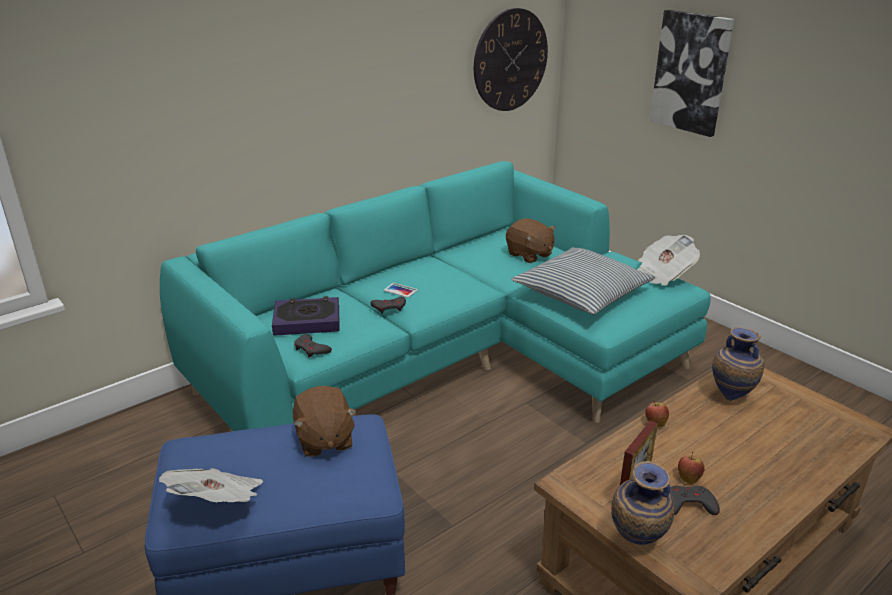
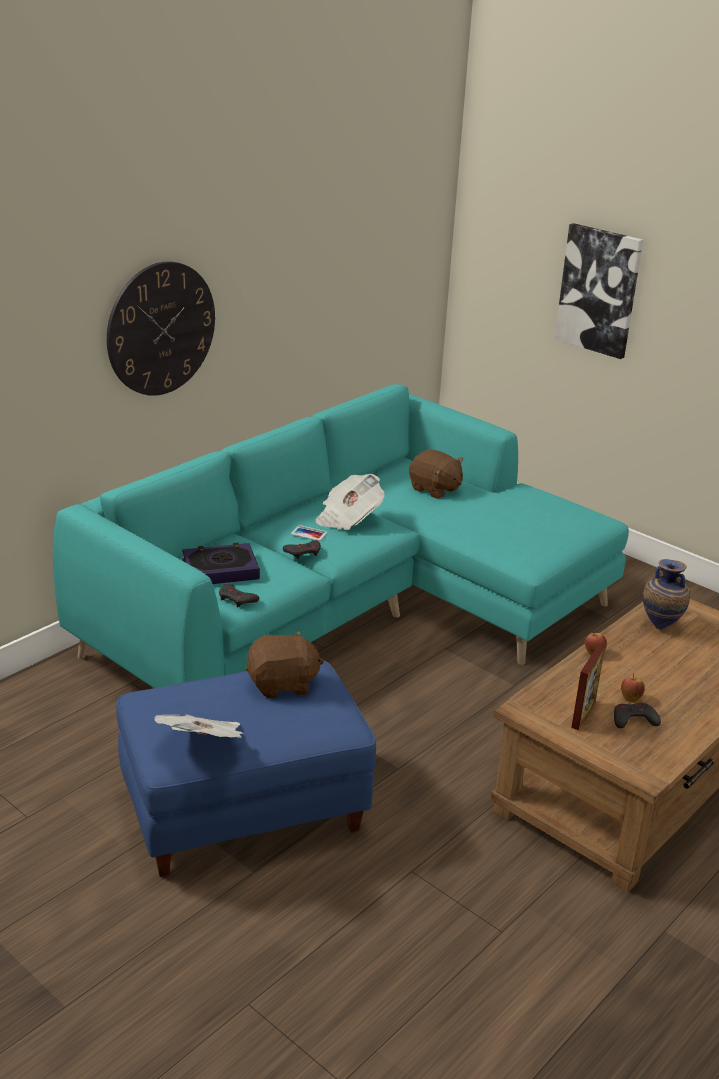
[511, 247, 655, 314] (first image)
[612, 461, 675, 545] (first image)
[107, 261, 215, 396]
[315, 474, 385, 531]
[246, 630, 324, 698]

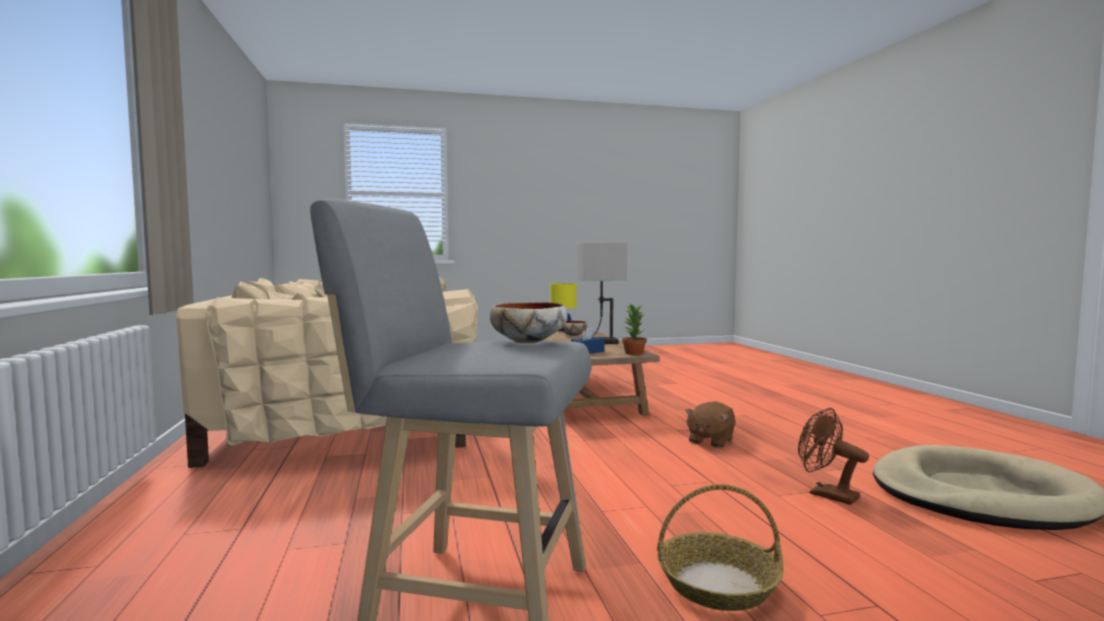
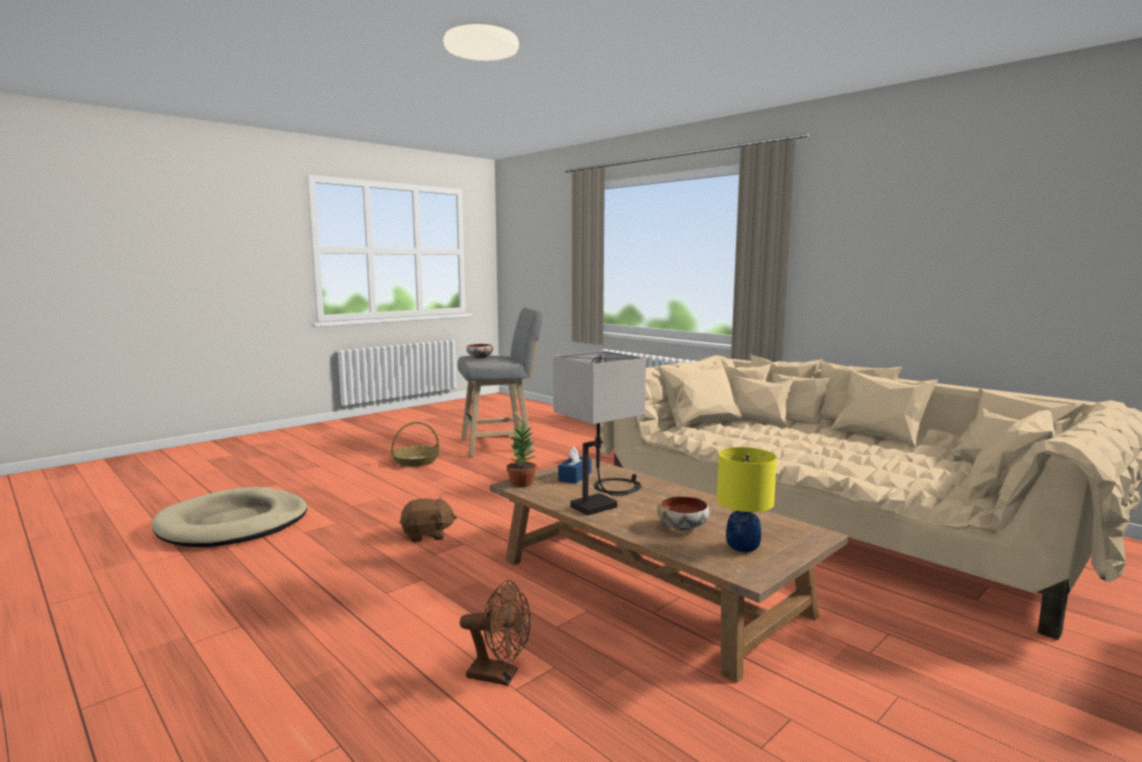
[460, 580, 531, 686]
[400, 497, 457, 542]

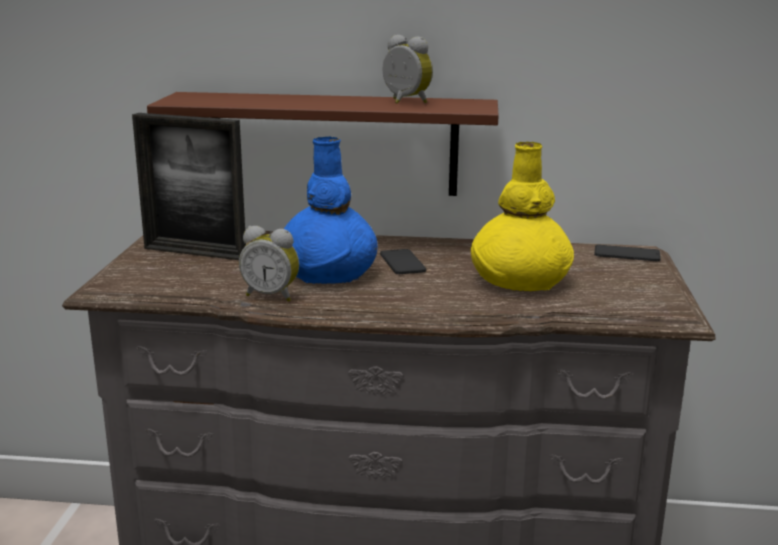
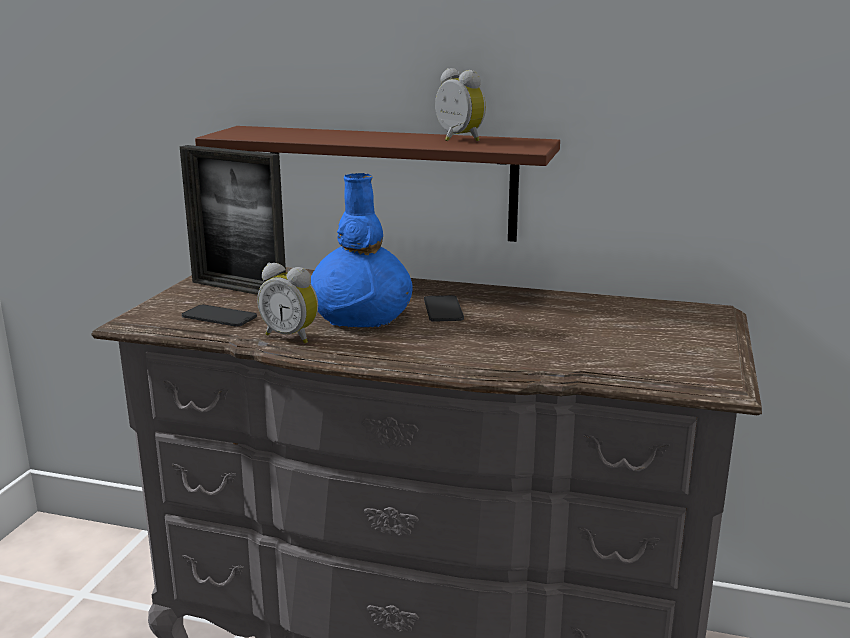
[471, 142, 574, 291] (first image)
[182, 305, 257, 327]

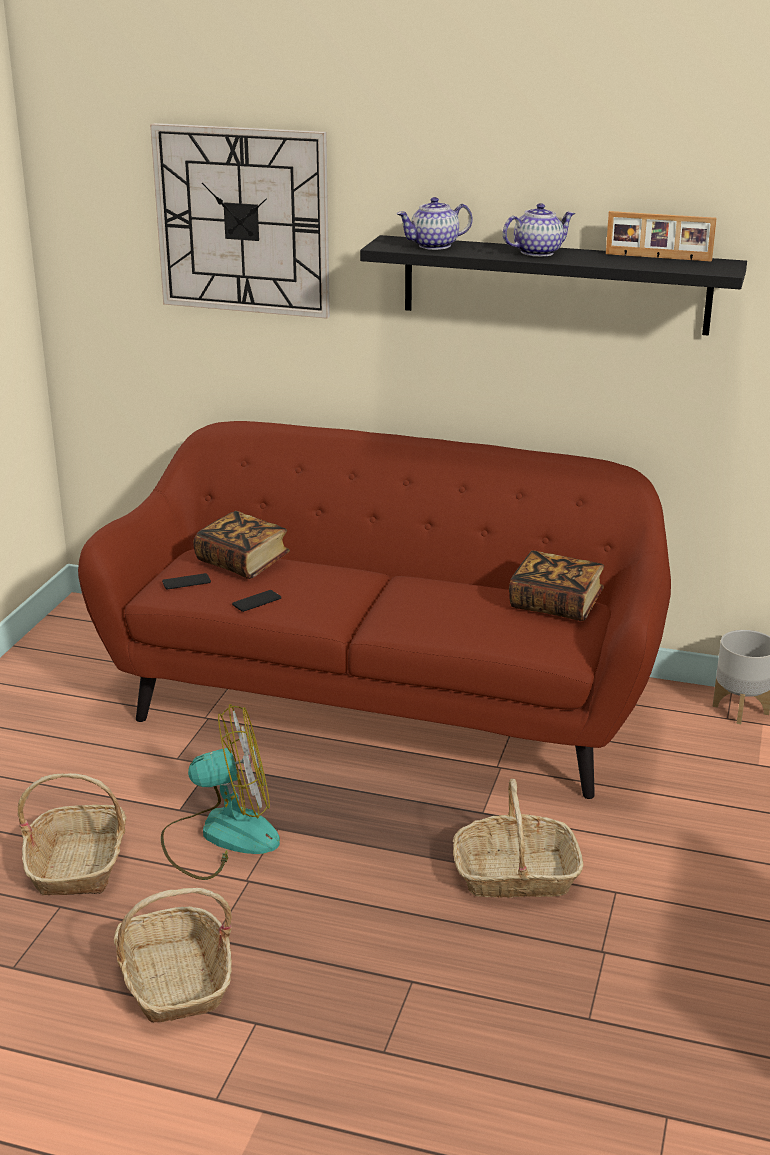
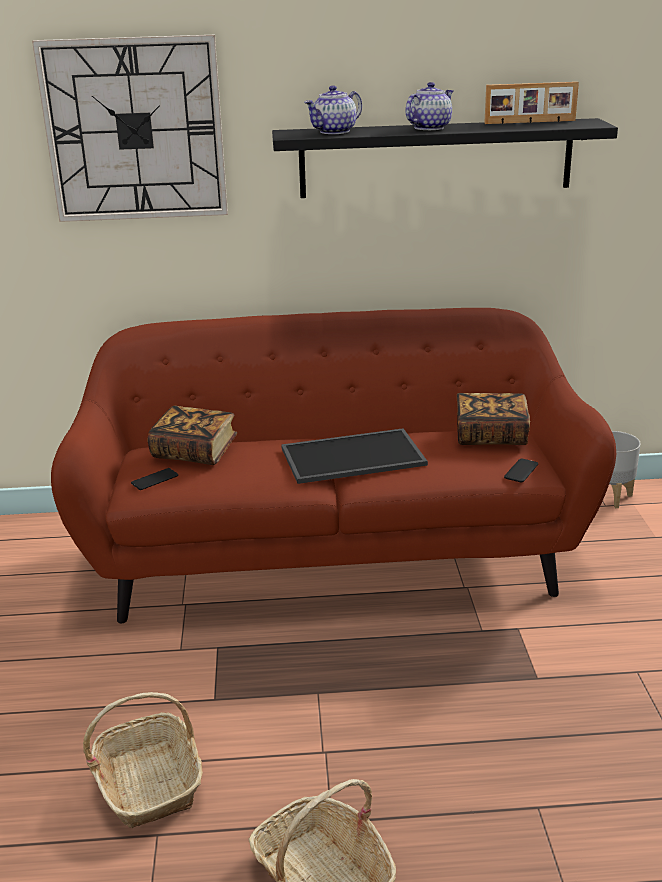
[161, 704, 280, 880] (first image)
[453, 779, 583, 898] (first image)
[281, 428, 428, 484]
[504, 458, 538, 483]

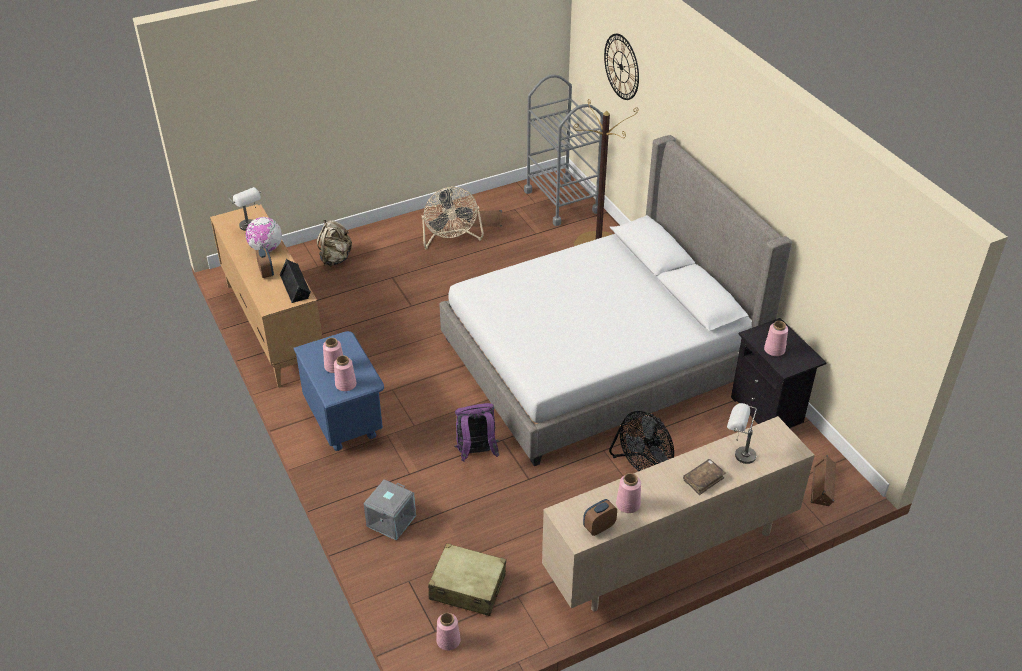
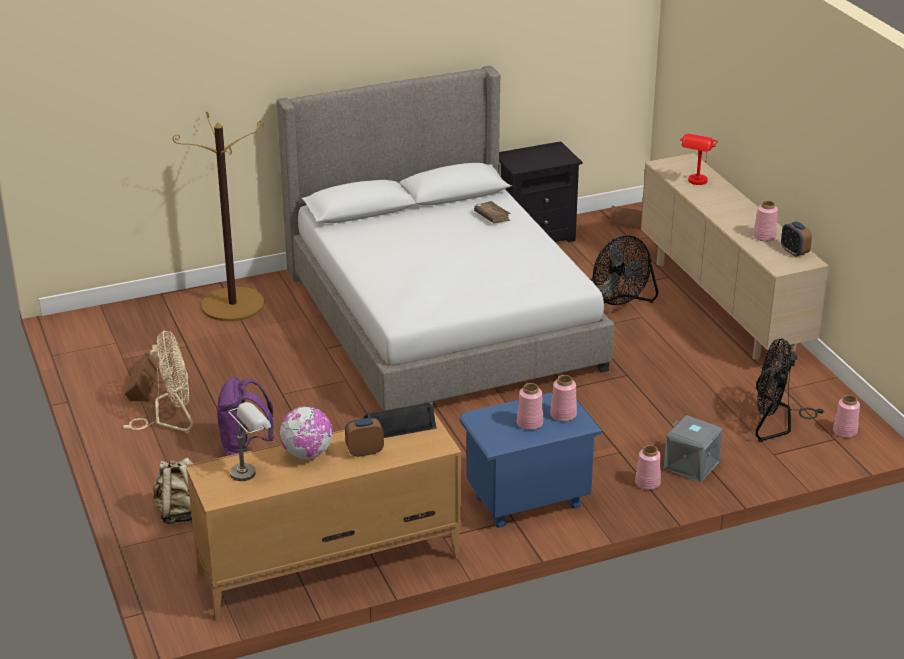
[524, 74, 603, 226] (first image)
[604, 34, 639, 100] (first image)
[217, 377, 274, 455]
[474, 201, 511, 224]
[635, 445, 661, 490]
[756, 338, 825, 442]
[680, 134, 718, 185]

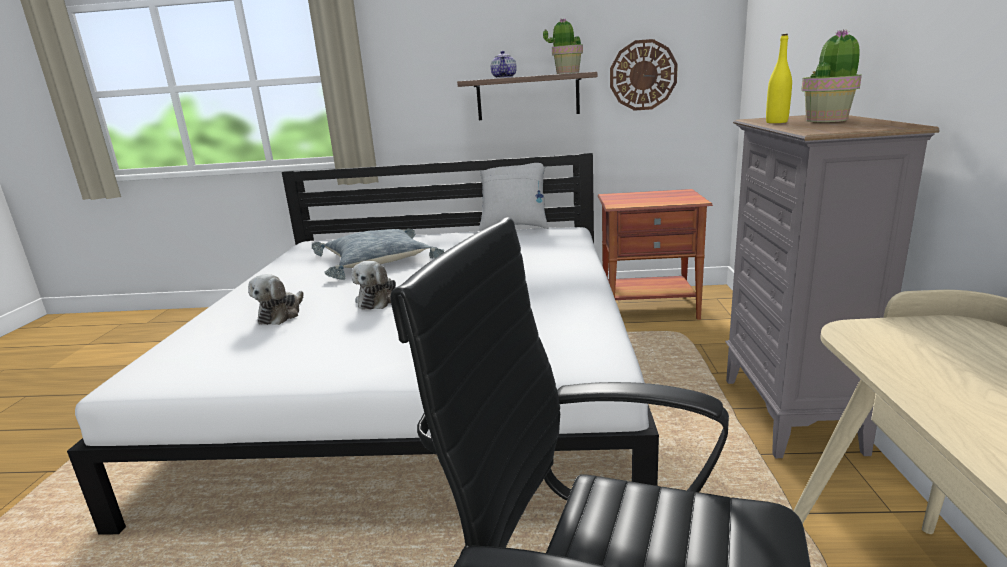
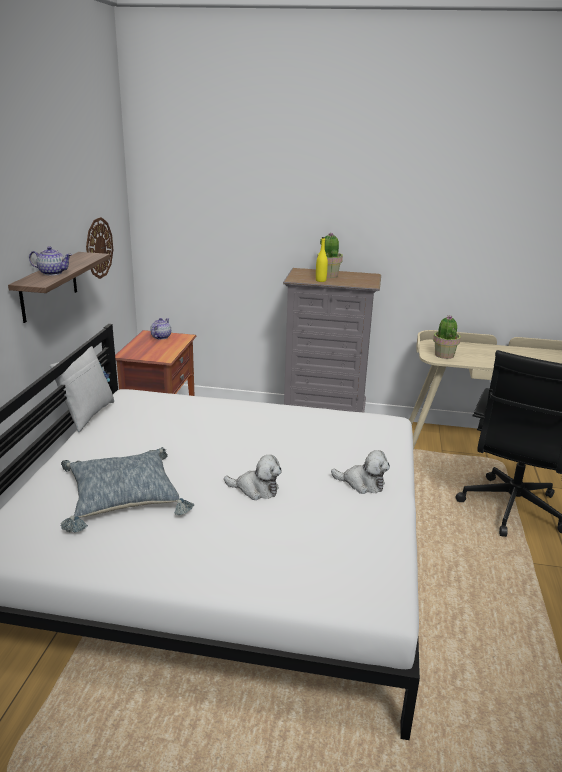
[150, 318, 171, 340]
[331, 450, 390, 494]
[433, 315, 461, 359]

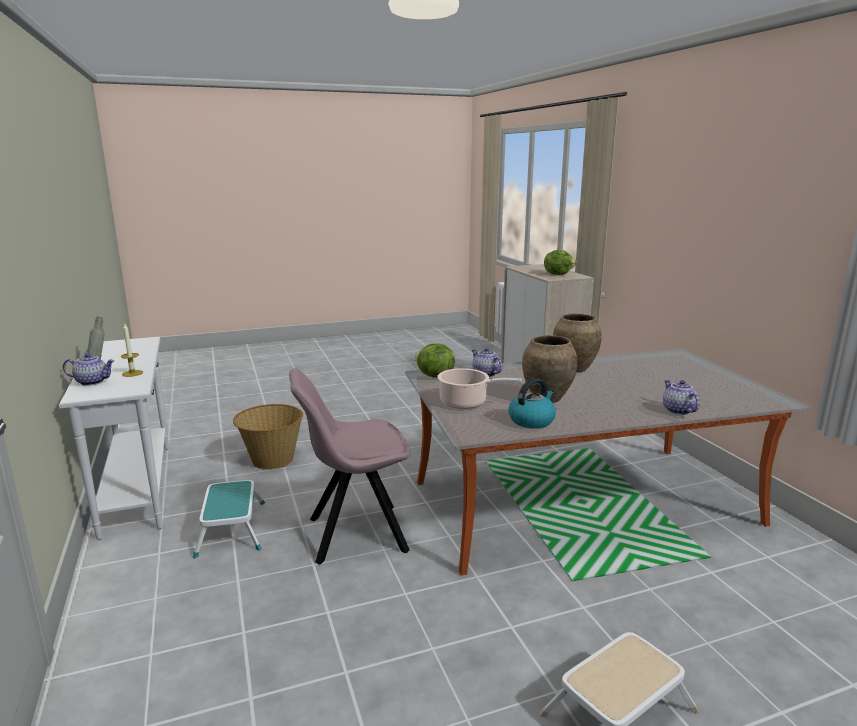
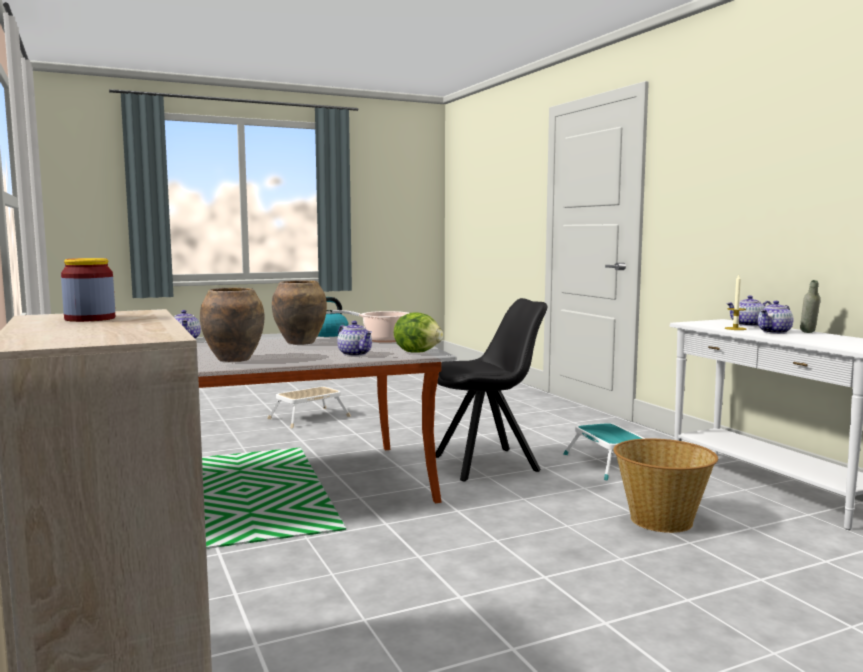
[758, 301, 793, 334]
[61, 258, 115, 322]
[435, 298, 547, 481]

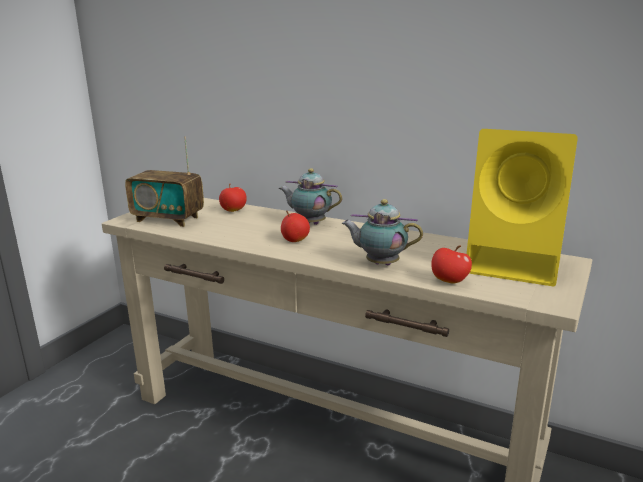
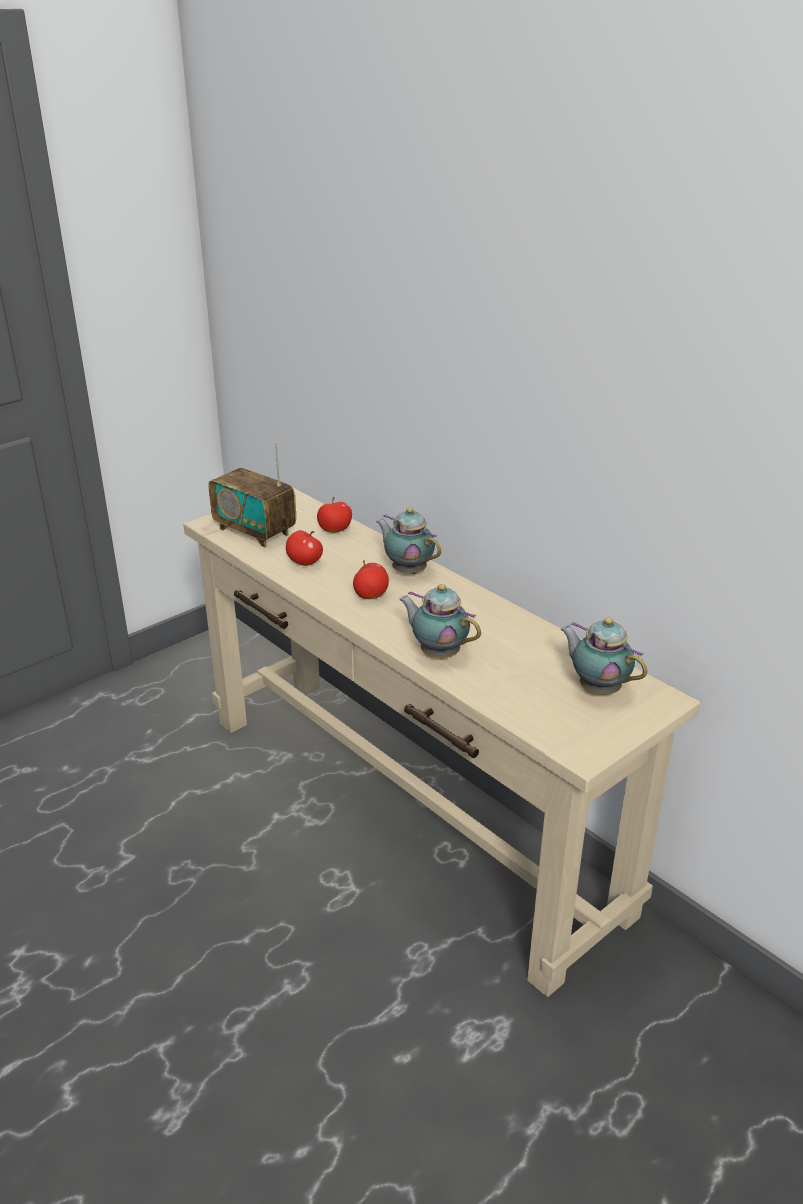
[286, 530, 323, 566]
[561, 618, 647, 695]

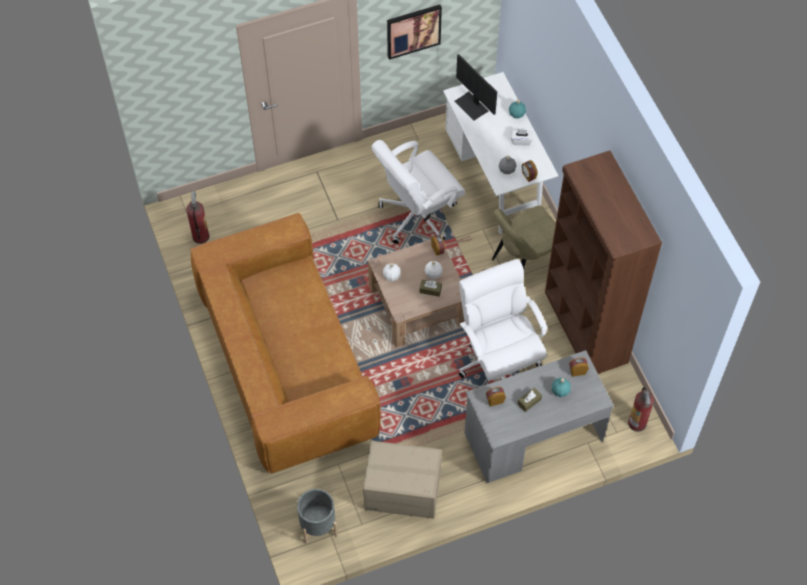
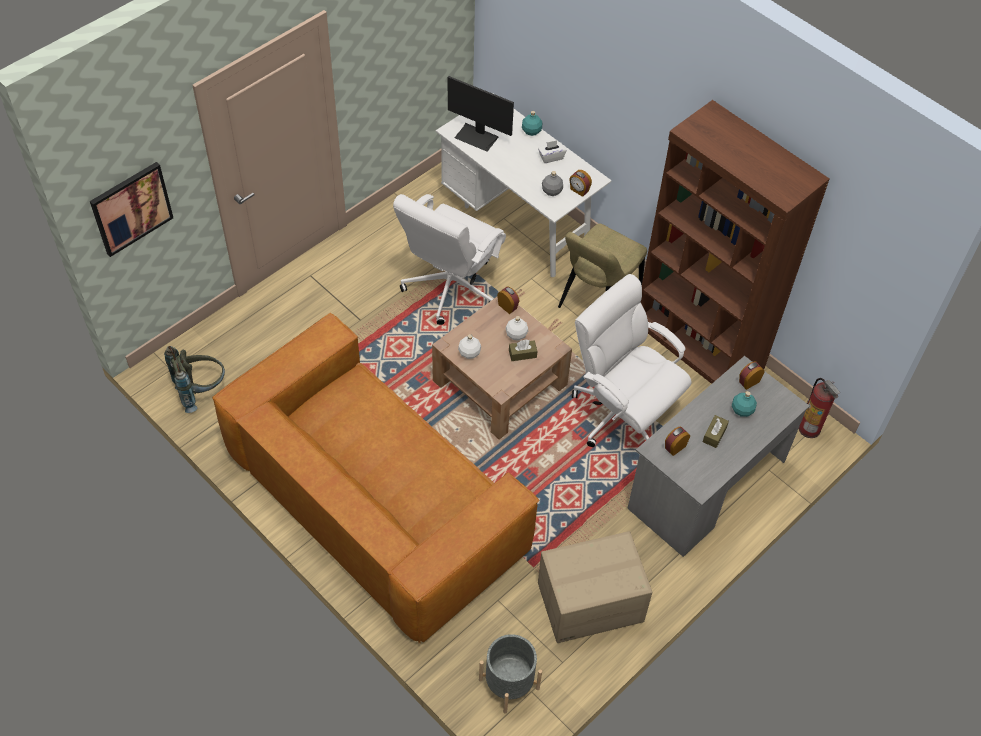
[90, 162, 173, 257]
[164, 346, 225, 413]

